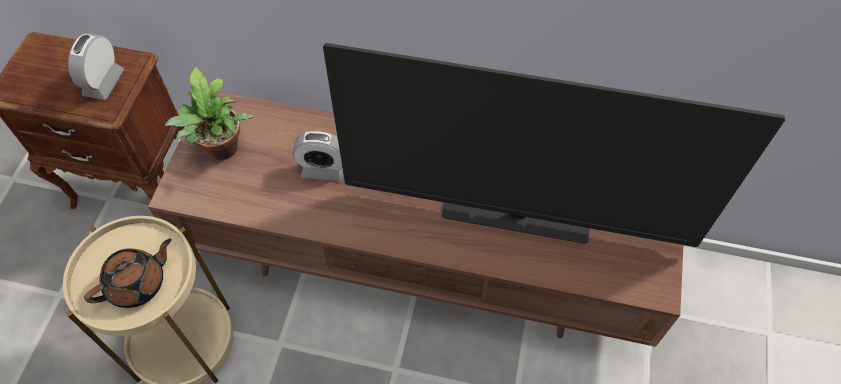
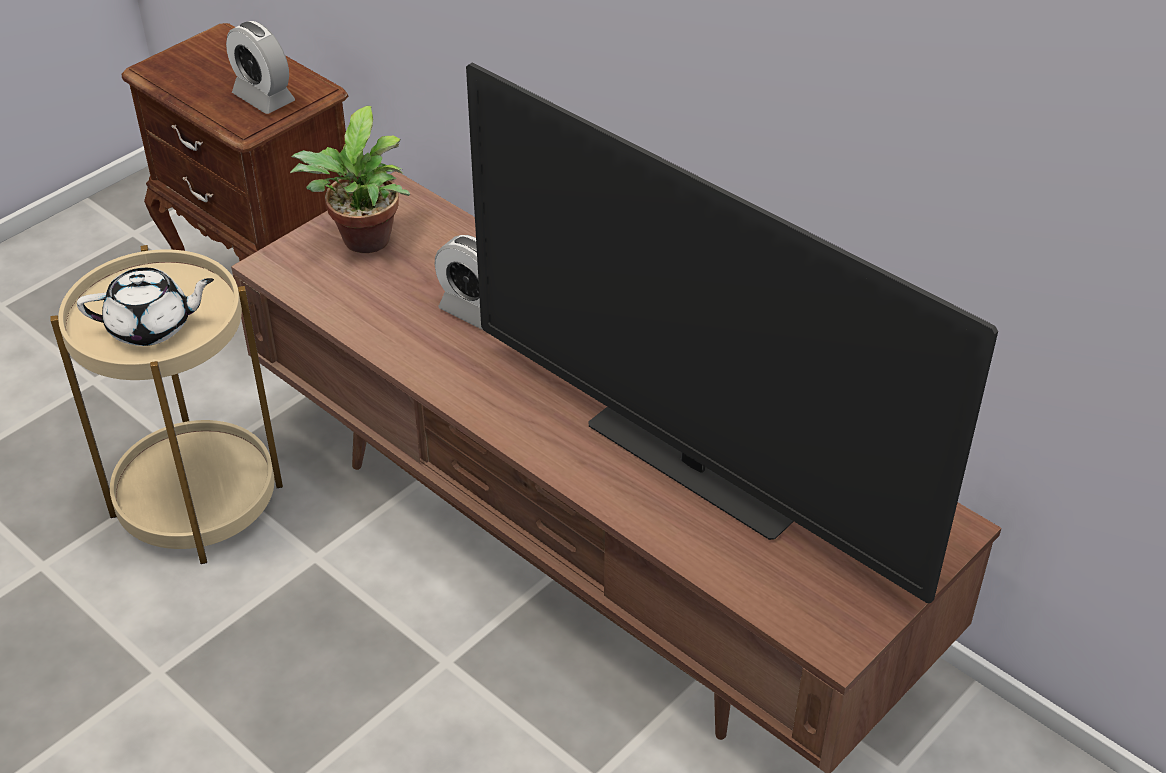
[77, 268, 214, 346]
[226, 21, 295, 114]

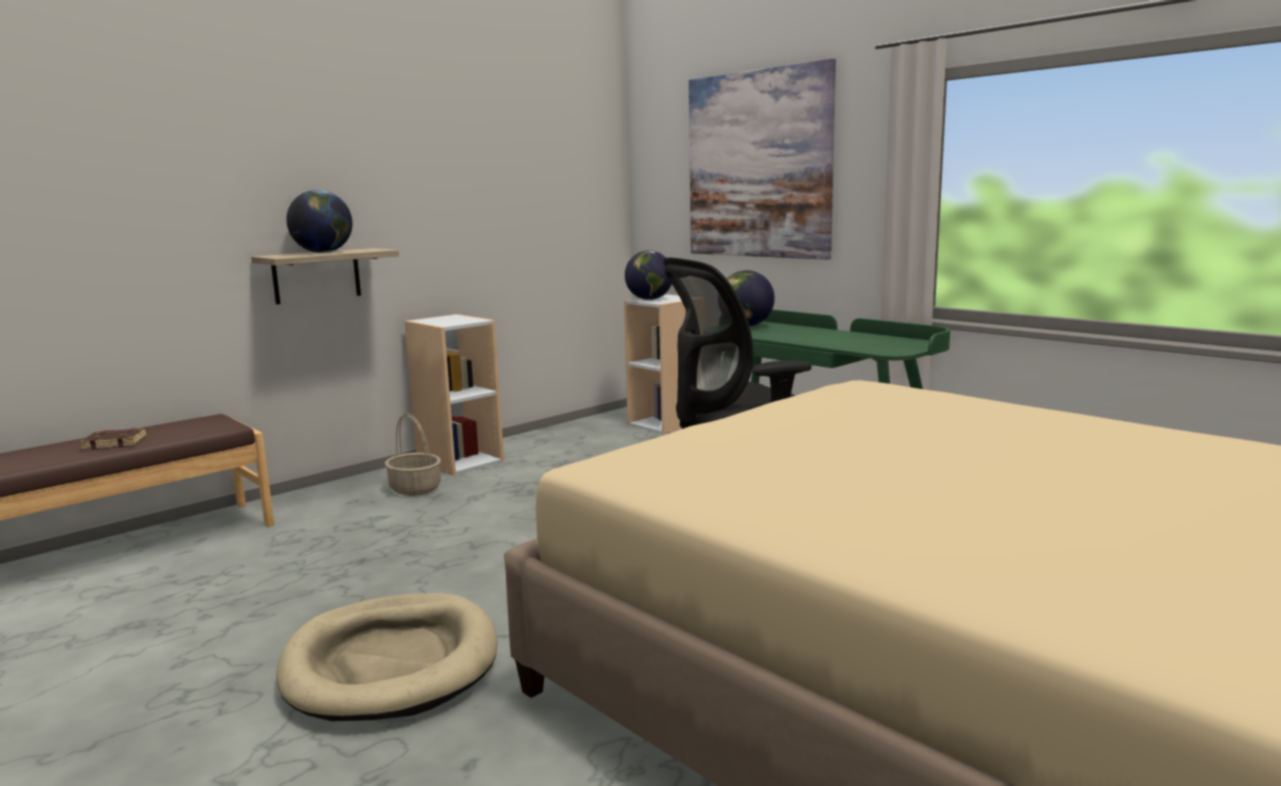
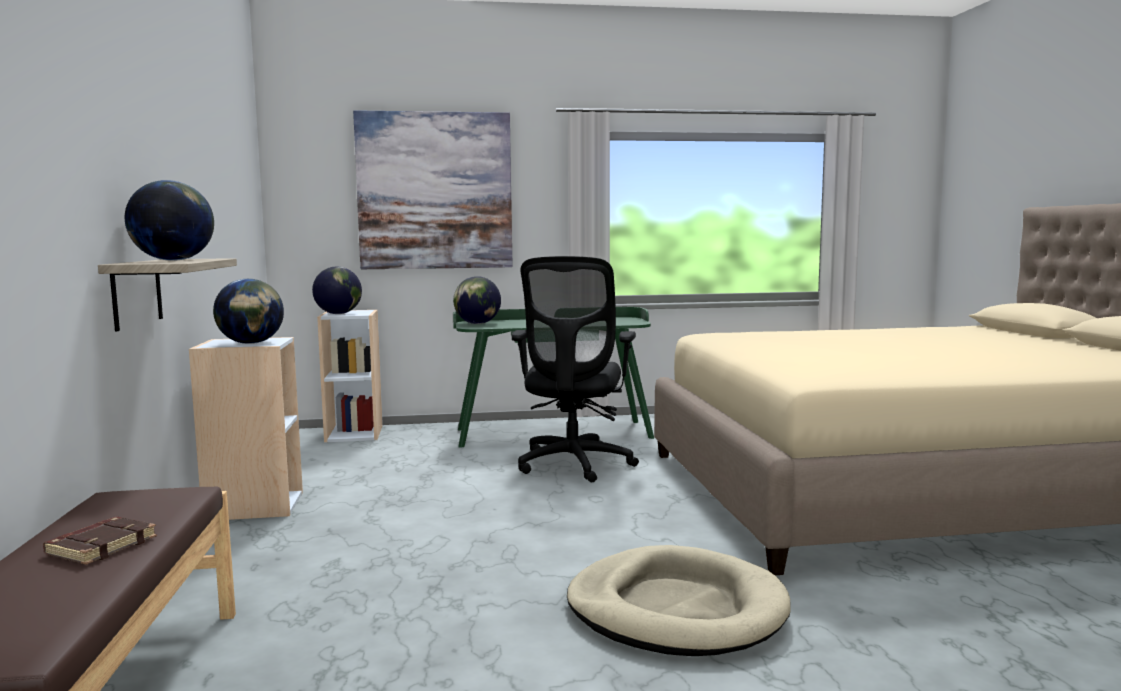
[385, 413, 441, 496] (first image)
[213, 279, 284, 344]

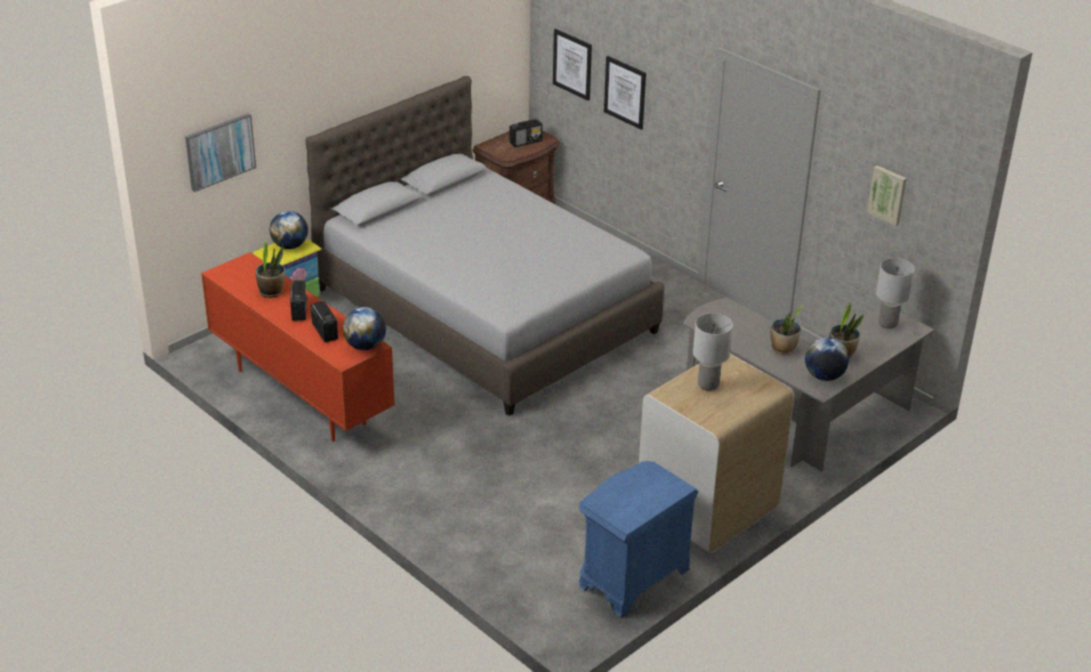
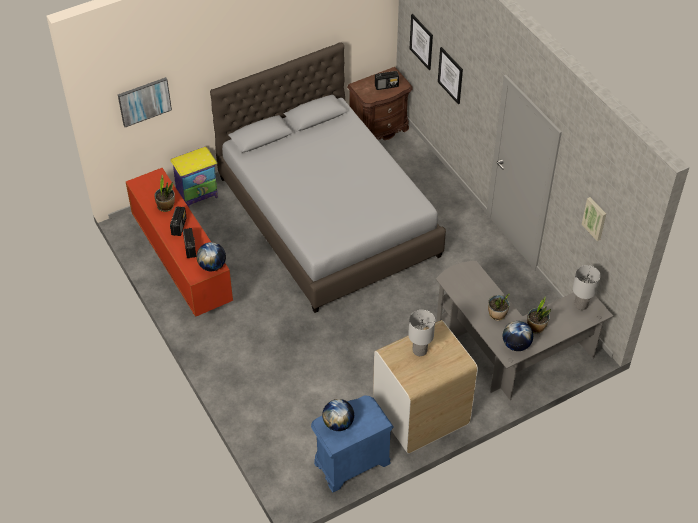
[322, 399, 354, 431]

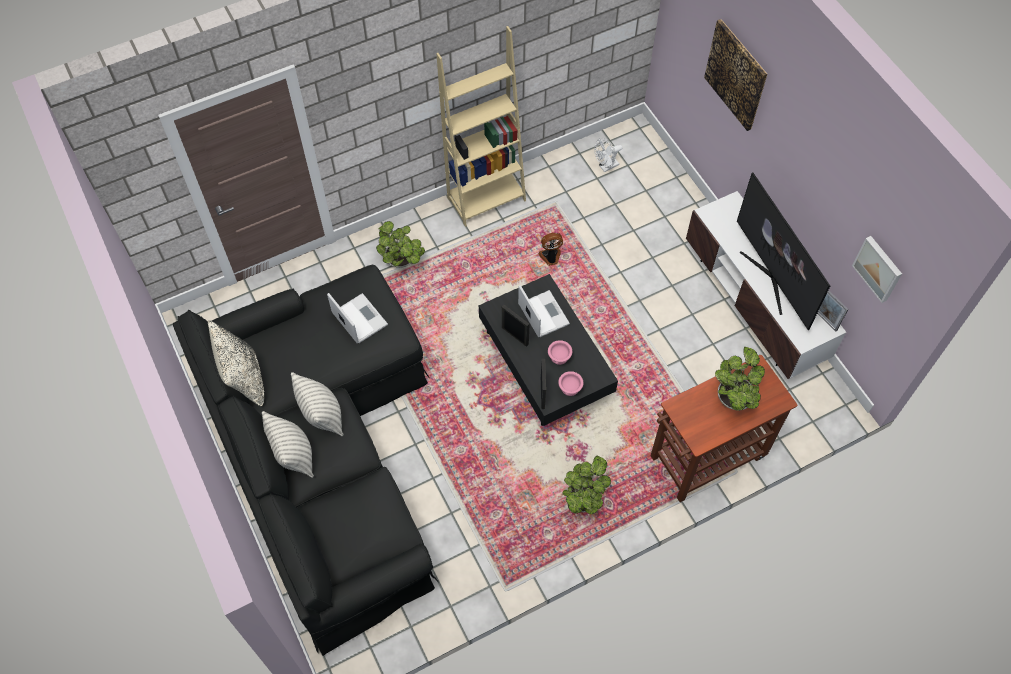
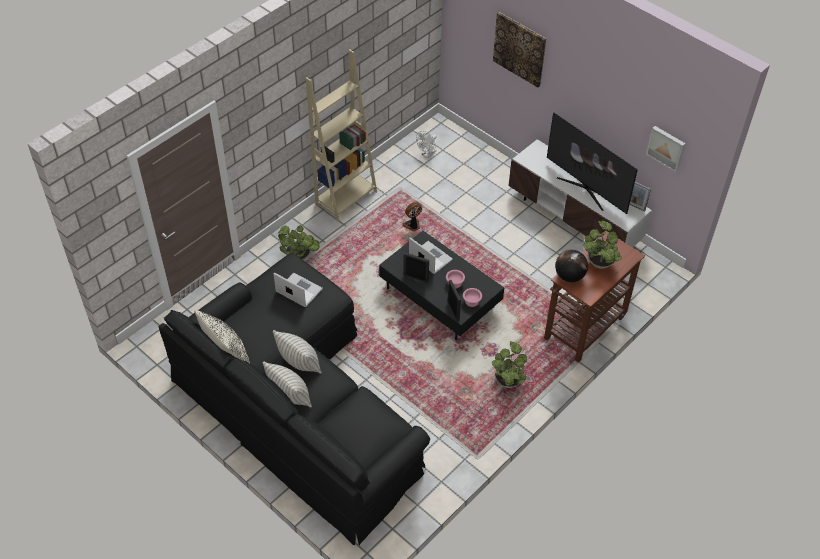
[555, 250, 588, 282]

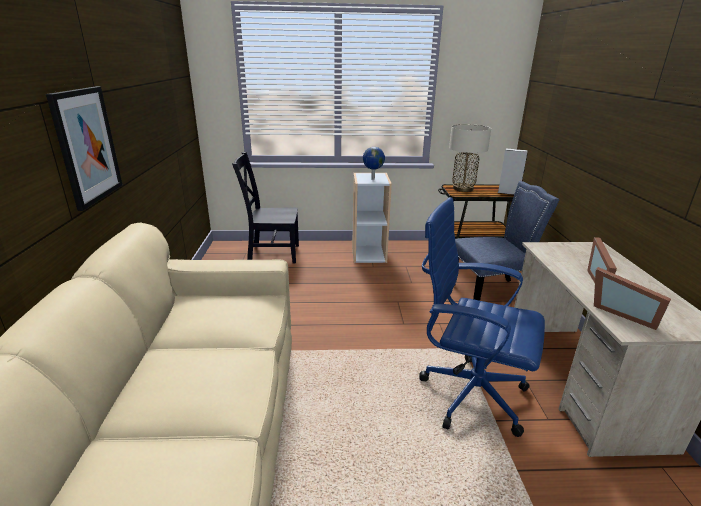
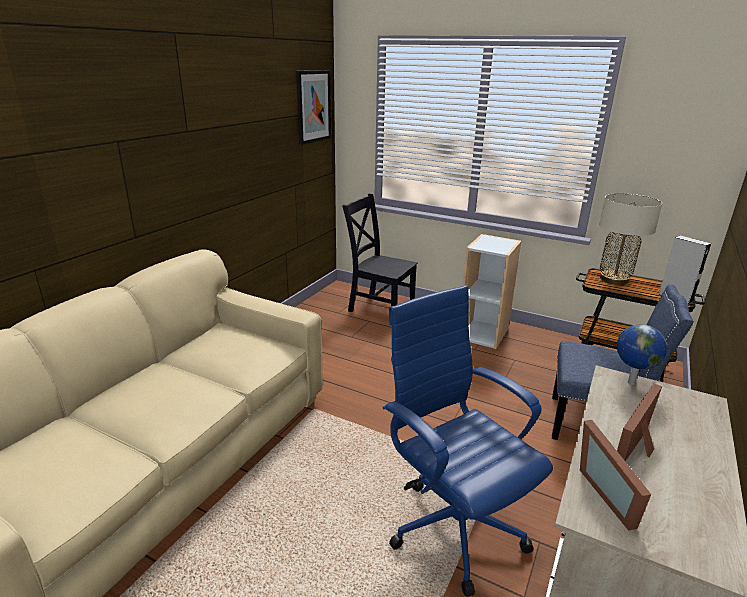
[296, 70, 331, 145]
[617, 324, 667, 385]

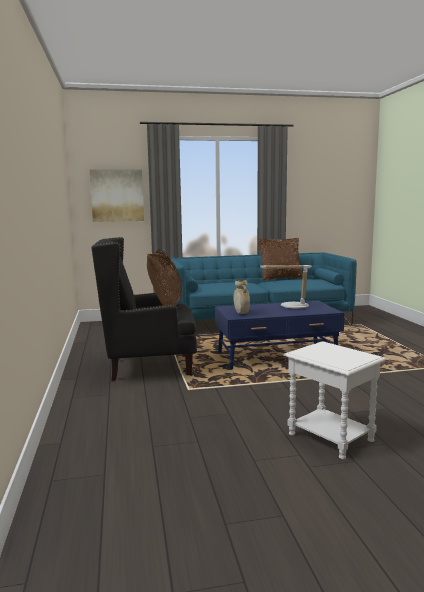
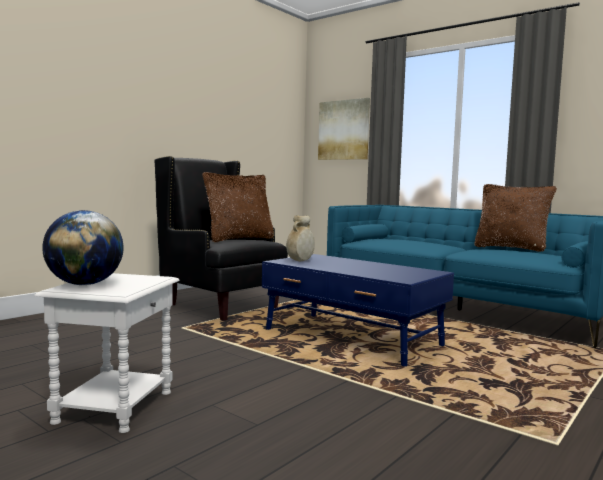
[260, 265, 312, 308] (first image)
[42, 210, 124, 285]

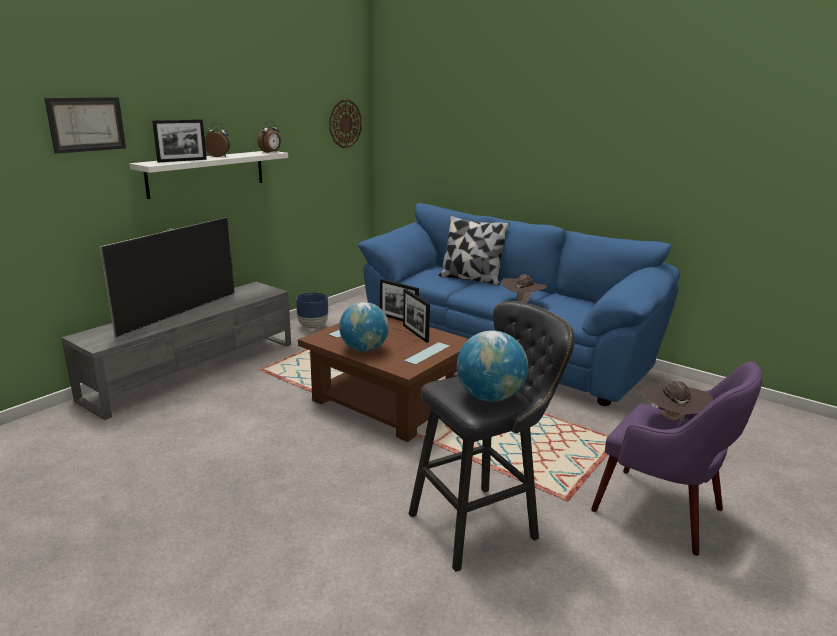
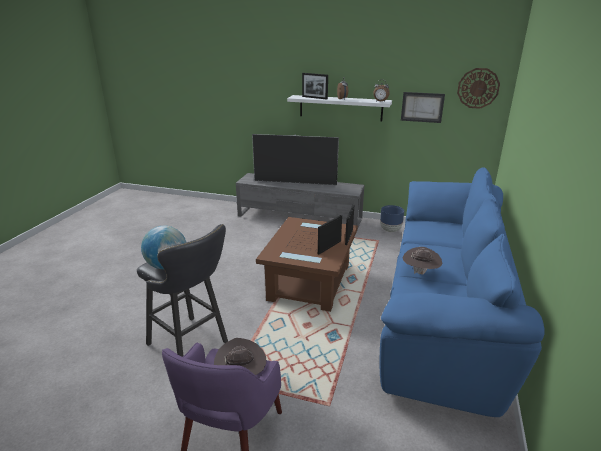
[339, 302, 389, 352] (first image)
[439, 215, 510, 285] (first image)
[401, 92, 445, 123]

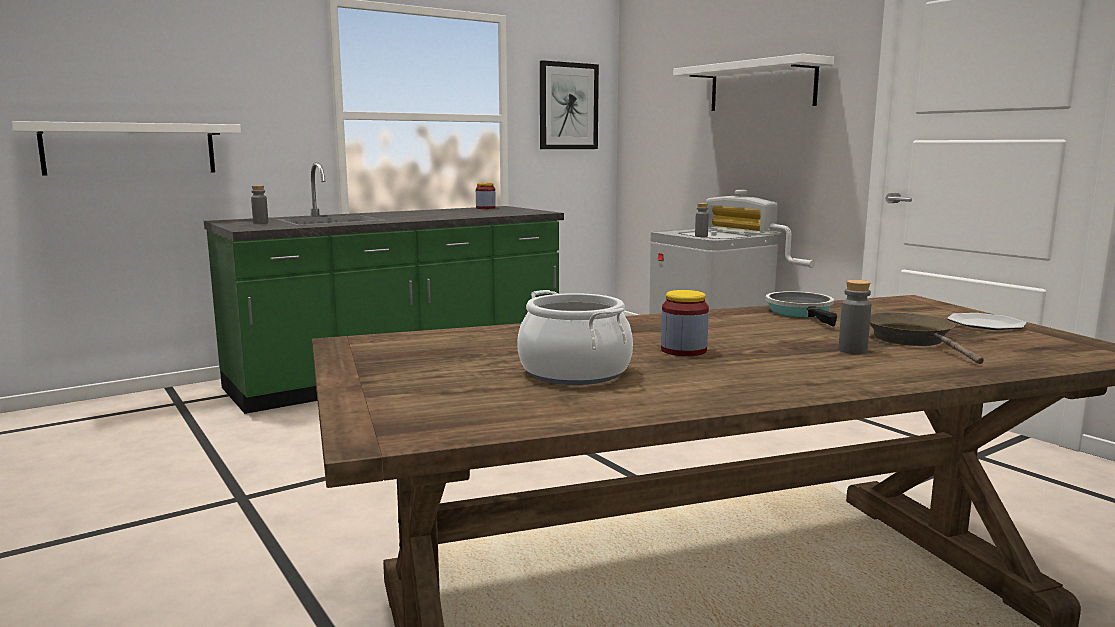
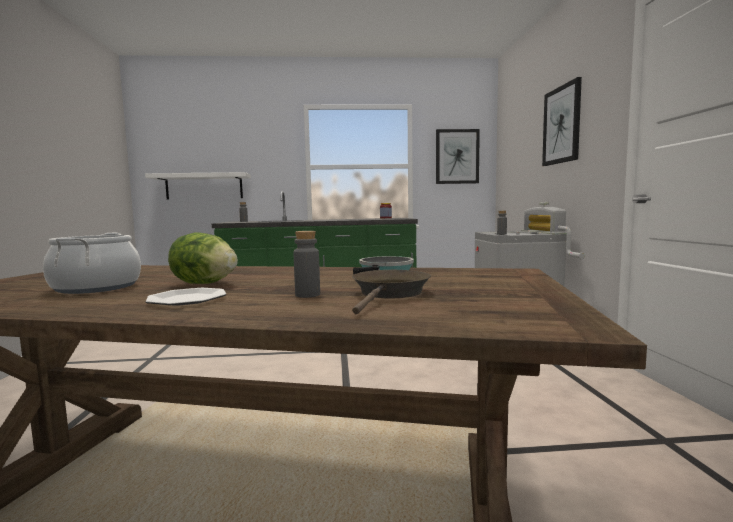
[146, 288, 226, 306]
[168, 232, 238, 284]
[542, 77, 582, 166]

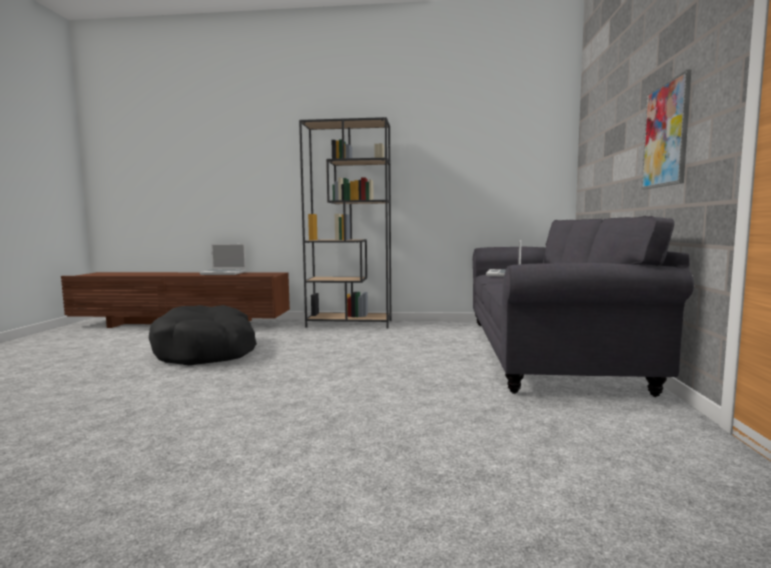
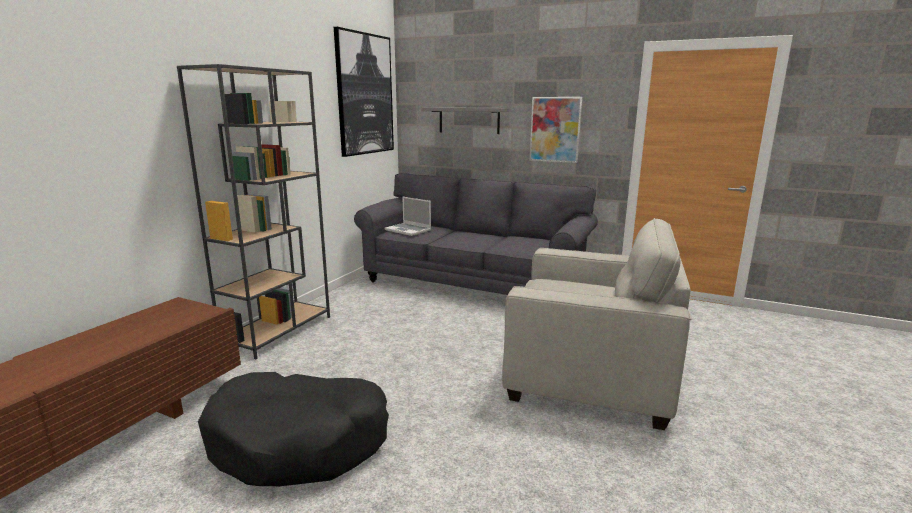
[199, 244, 246, 275] (first image)
[334, 27, 394, 157]
[422, 107, 509, 134]
[502, 218, 691, 430]

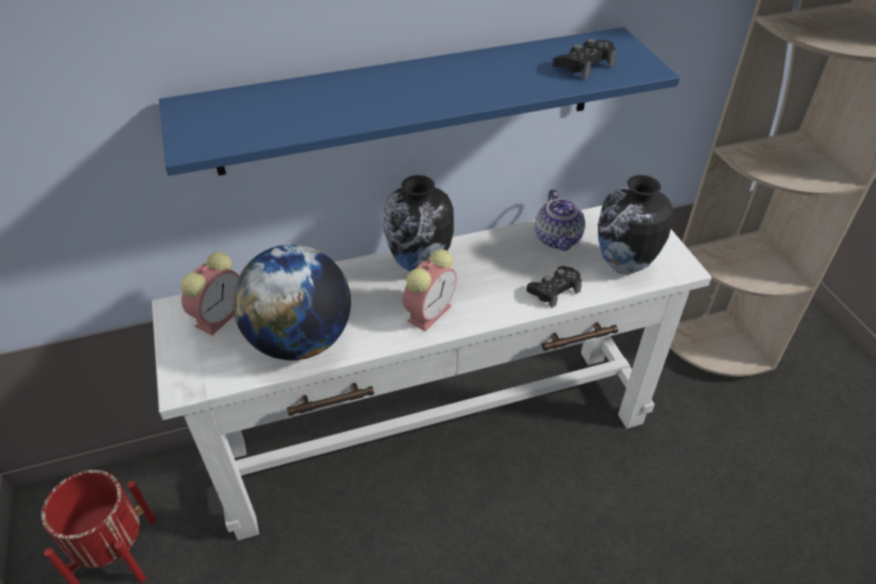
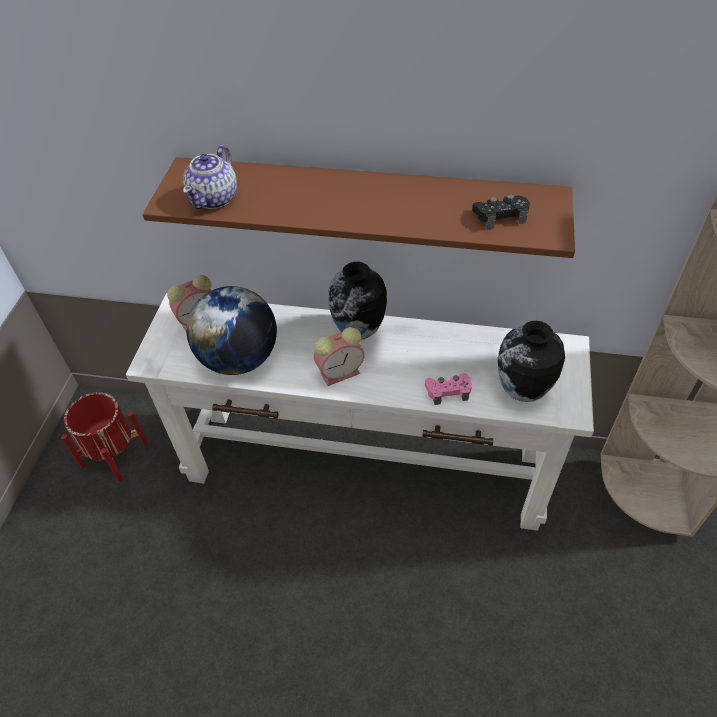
[183, 145, 237, 209]
[142, 157, 575, 258]
[425, 373, 472, 405]

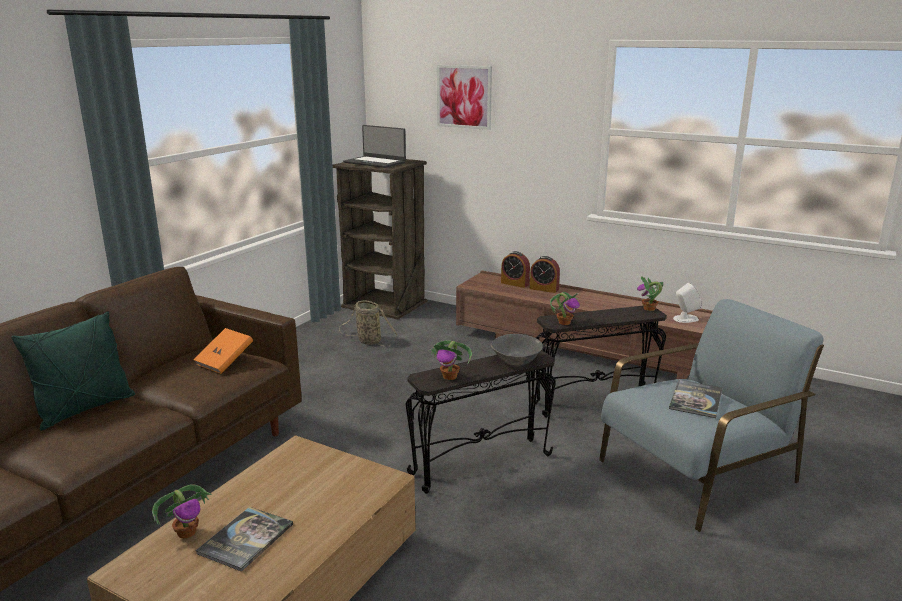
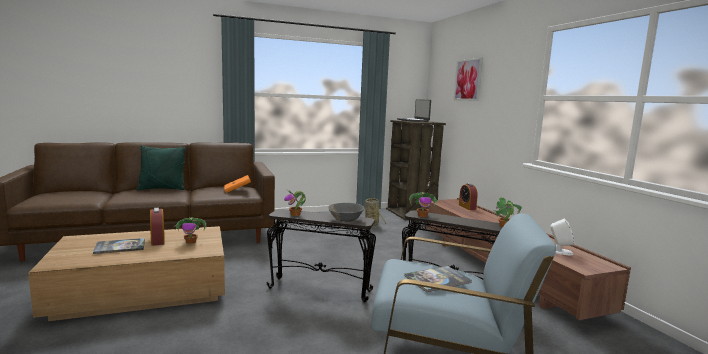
[174, 217, 206, 244]
[150, 207, 165, 246]

